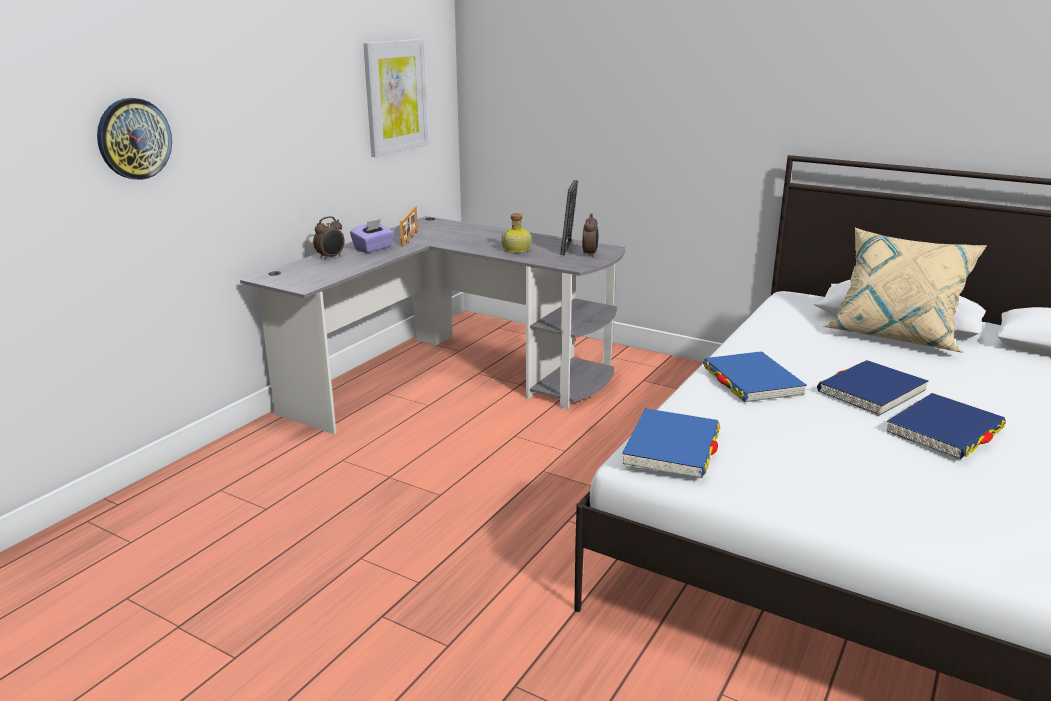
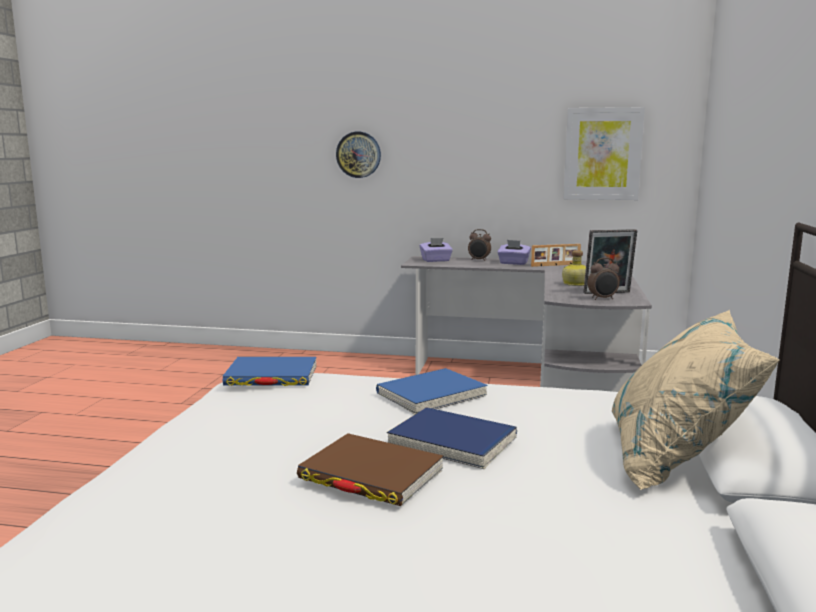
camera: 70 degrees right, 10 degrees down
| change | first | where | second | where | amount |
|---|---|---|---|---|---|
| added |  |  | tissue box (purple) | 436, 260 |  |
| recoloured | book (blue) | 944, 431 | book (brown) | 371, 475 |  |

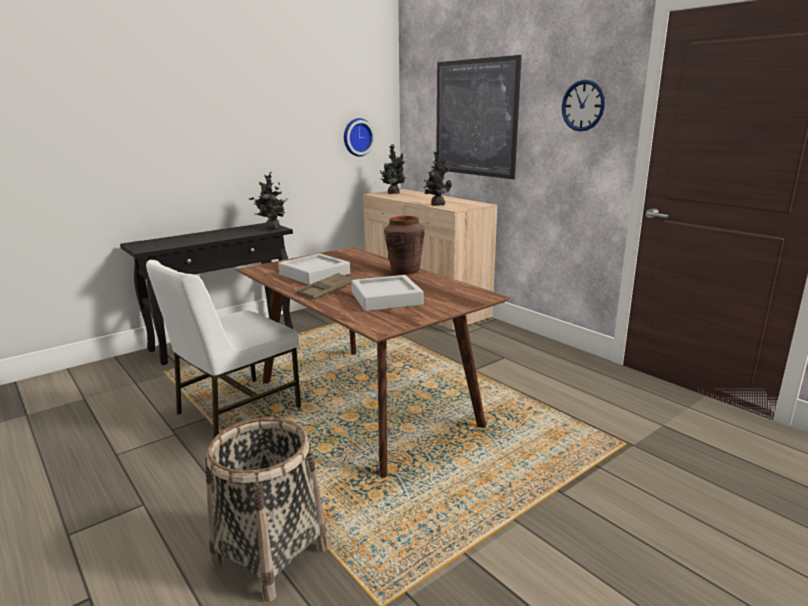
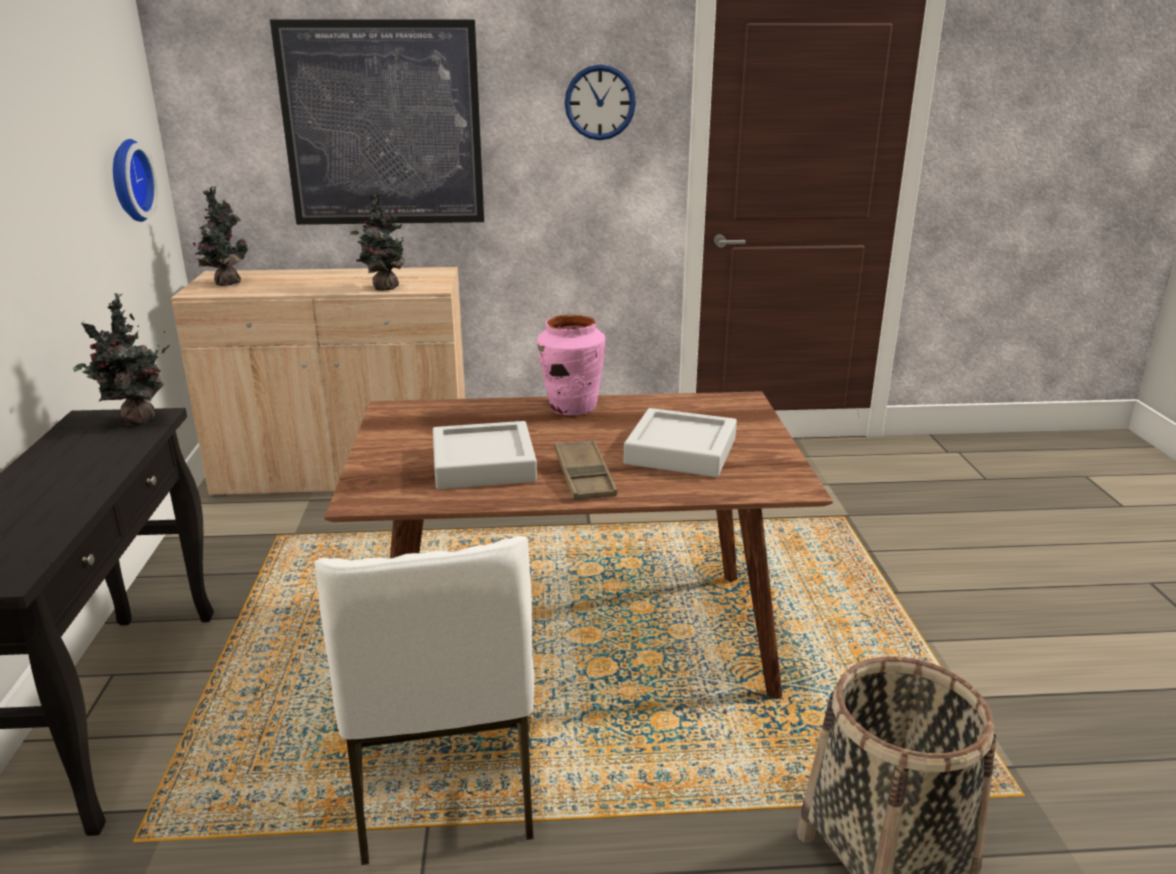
camera: 55 degrees left, 5 degrees up
| change | first | where | second | where | amount |
|---|---|---|---|---|---|
| recoloured | vase (brown) | 404, 271 | vase (pink) | 572, 407 |  |

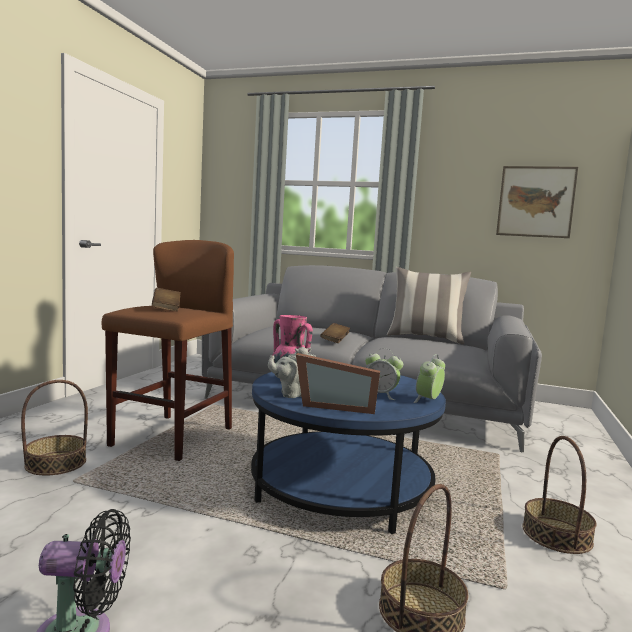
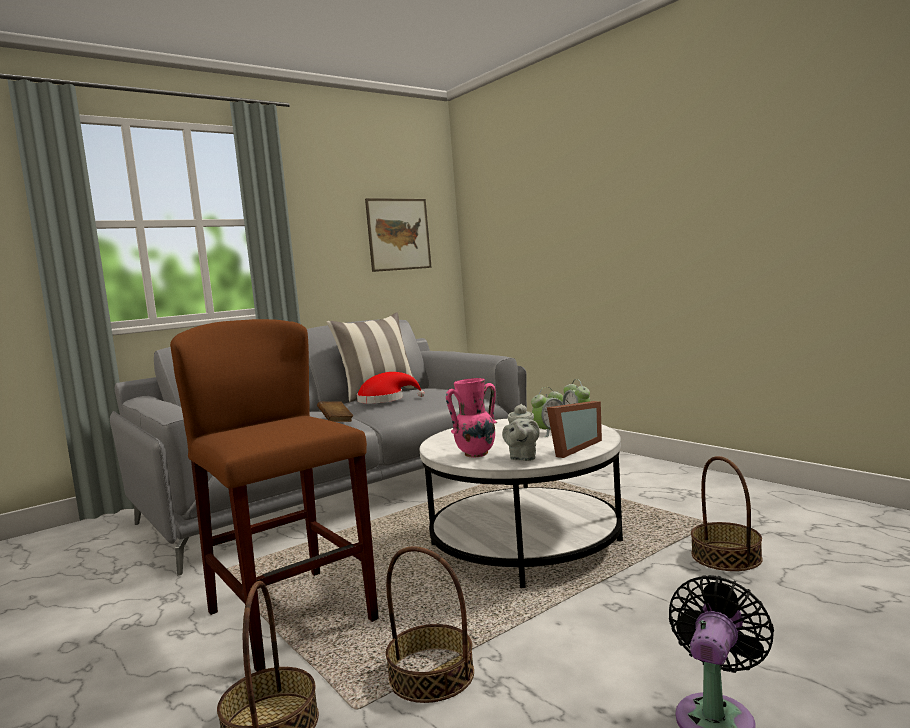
camera: 55 degrees left, 0 degrees up
| change | first | where | second | where | amount |
|---|---|---|---|---|---|
| removed | book (brown) | 166, 309 |  |  |  |
| added |  |  | hat (red) | 385, 400 |  |
| moved | basket | 556, 535 |  | 431, 675 |  |
| recoloured | coffee table (blue) | 341, 487 | coffee table (white) | 525, 543 |  |

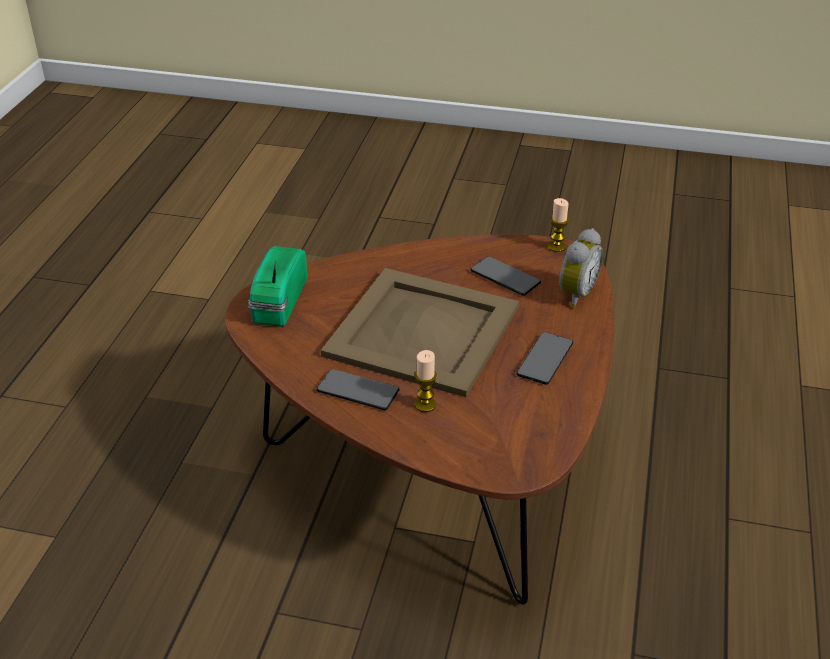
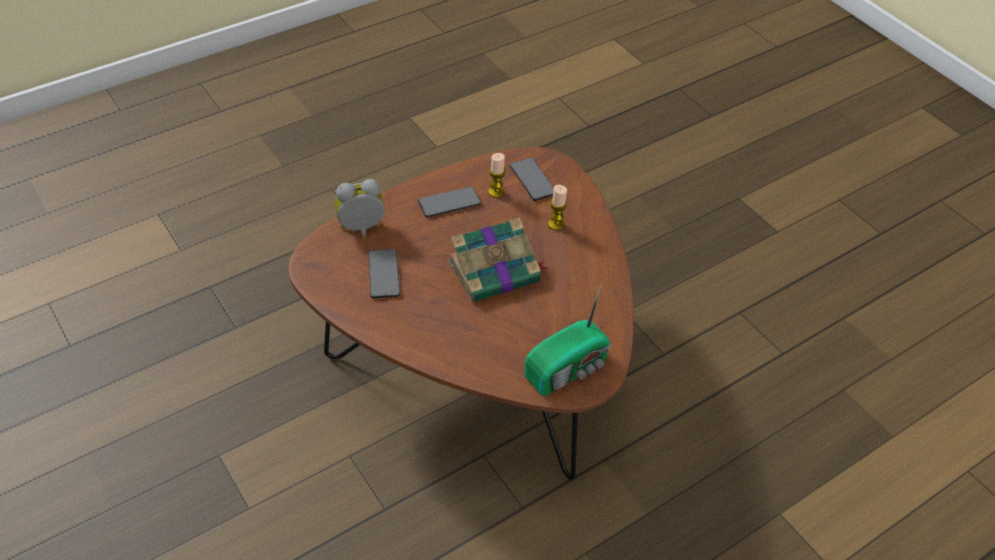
camera: 140 degrees left, 10 degrees up
| change | first | where | second | where | amount |
|---|---|---|---|---|---|
| moved | phone | 358, 391 |  | 532, 180 |  |
| moved | candle | 556, 247 |  | 496, 192 |  |
| replaced | tray (beige) | 423, 332 | book | 496, 271 |  |

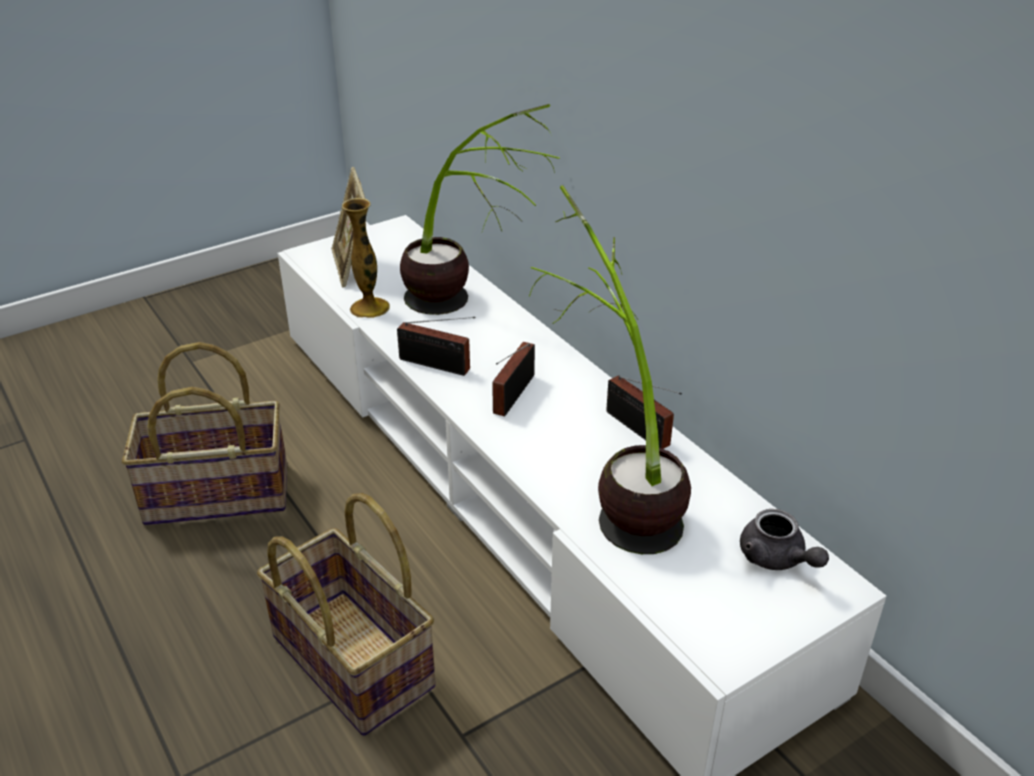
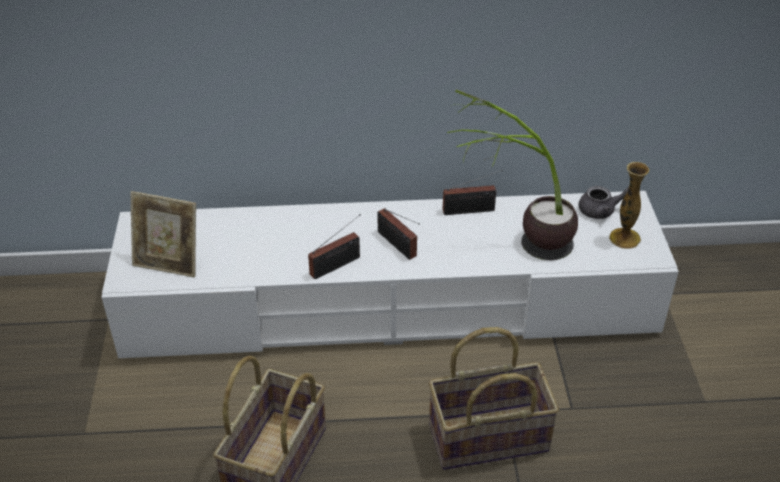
camera: 60 degrees left, 5 degrees up
| change | first | where | second | where | amount |
|---|---|---|---|---|---|
| removed | potted plant | 468, 309 |  |  |  |
| moved | vase | 370, 308 |  | 624, 238 |  |

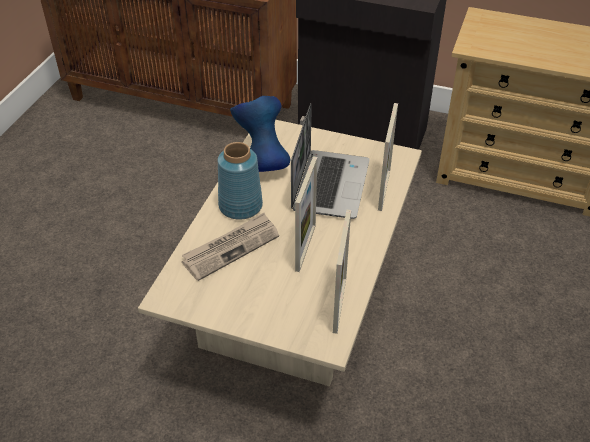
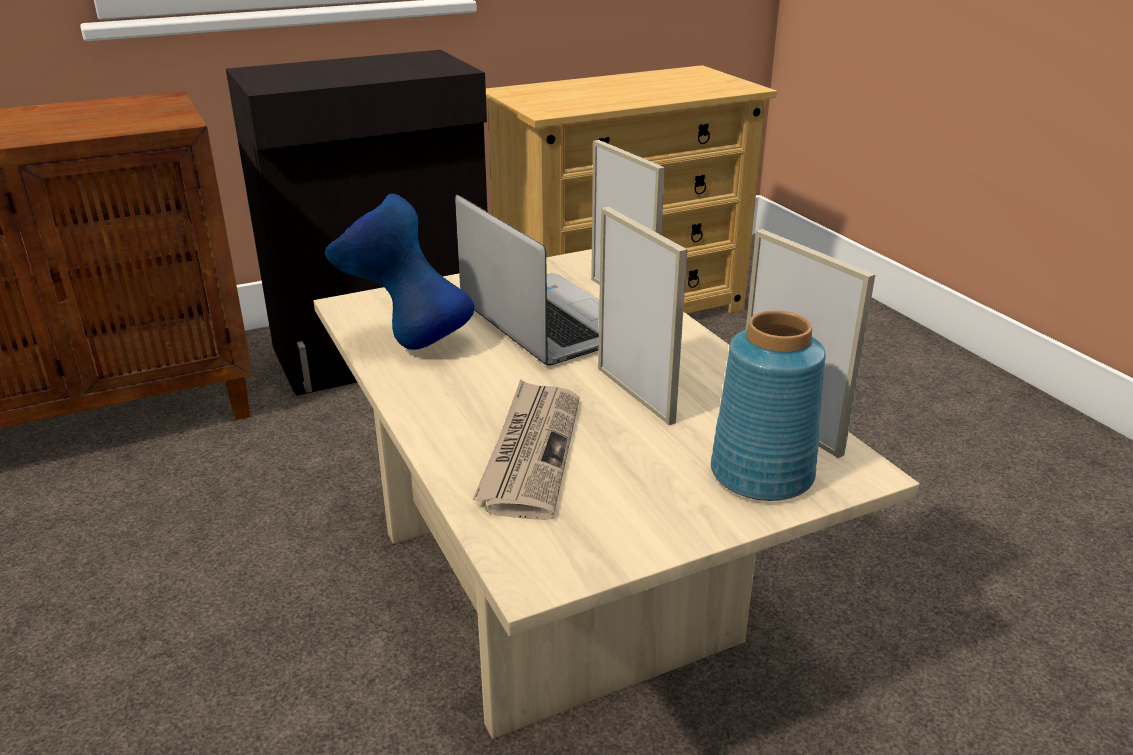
camera: 45 degrees left, 15 degrees down
| change | first | where | second | where | amount |
|---|---|---|---|---|---|
| moved | vase (blue) | 241, 206 |  | 762, 473 |  |

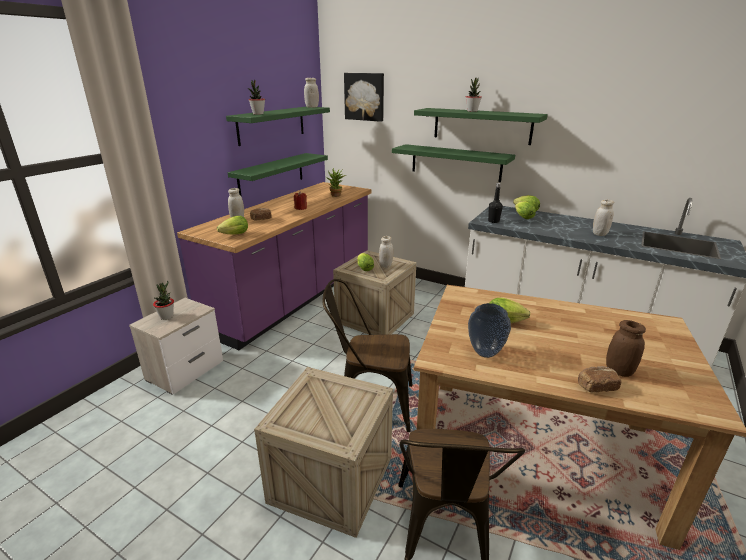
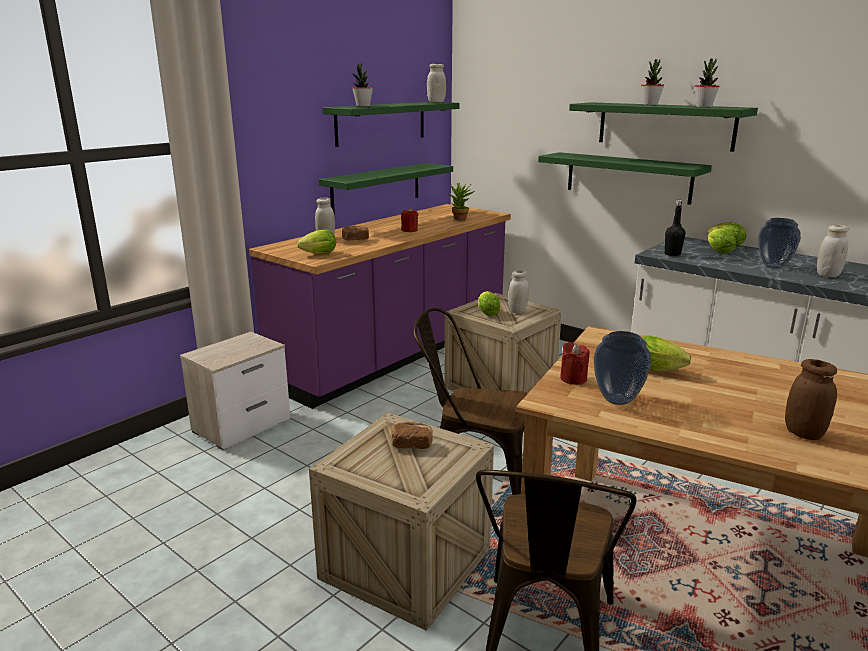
camera: 10 degrees right, 5 degrees down
| change | first | where | second | where | amount |
|---|---|---|---|---|---|
| removed | picture | 364, 97 |  |  |  |
| added |  |  | candle (red) | 573, 379 |  |
| added |  |  | vase | 773, 266 |  |
| moved | potted plant | 166, 316 |  | 704, 107 |  |
| moved | bread | 596, 386 |  | 411, 445 |  |

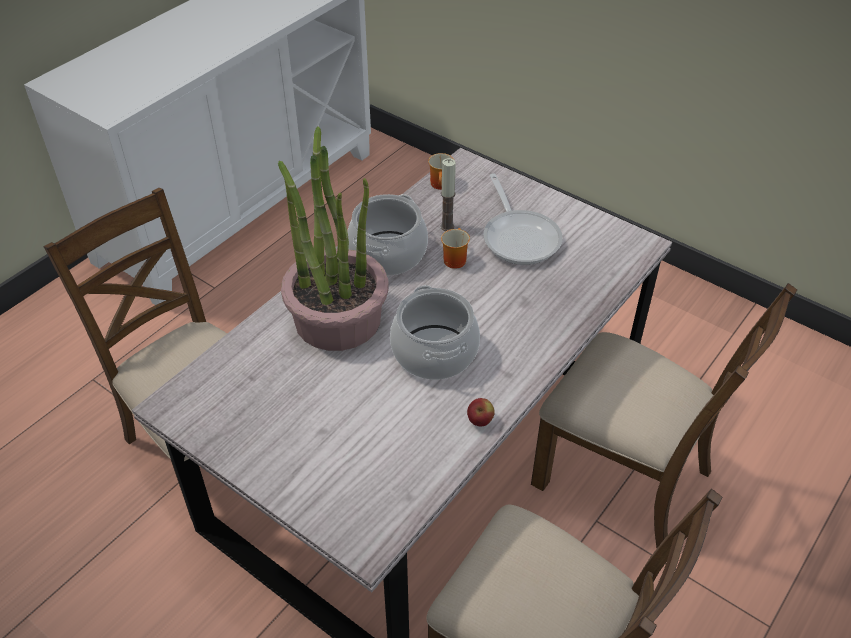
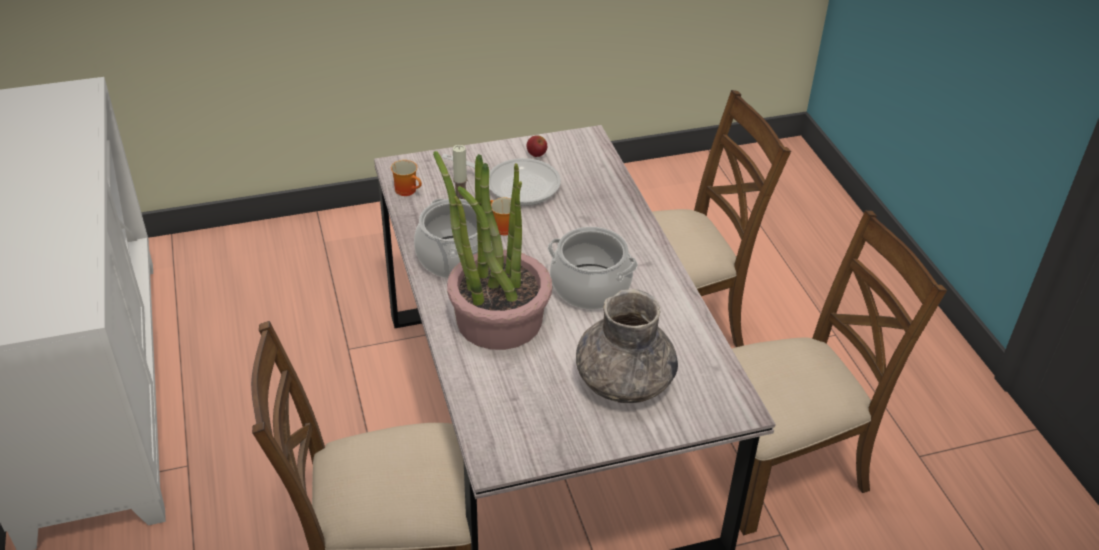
camera: 55 degrees left, 5 degrees down
| change | first | where | second | where | amount |
|---|---|---|---|---|---|
| added |  |  | vase (grey) | 624, 382 |  |
| moved | apple | 480, 421 |  | 536, 155 |  |

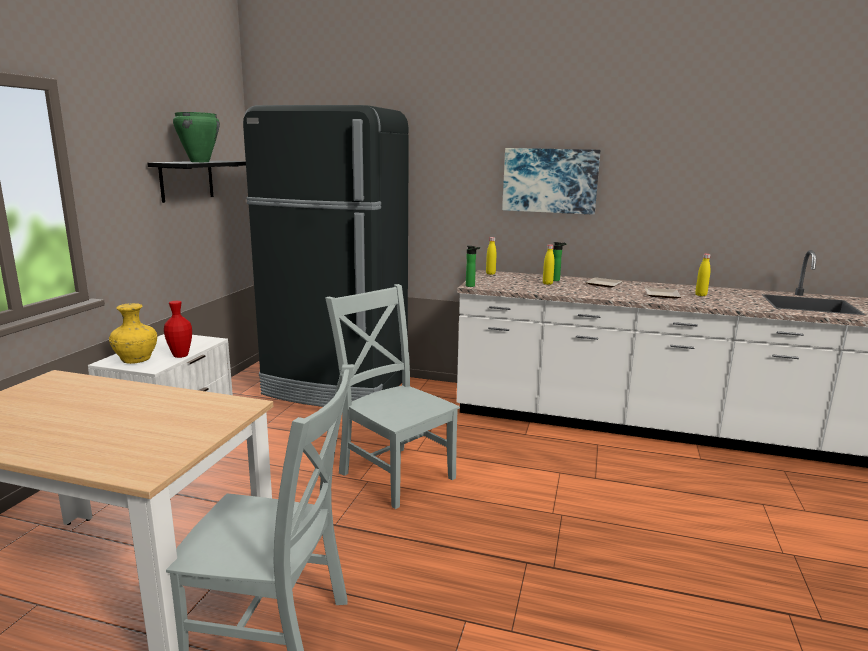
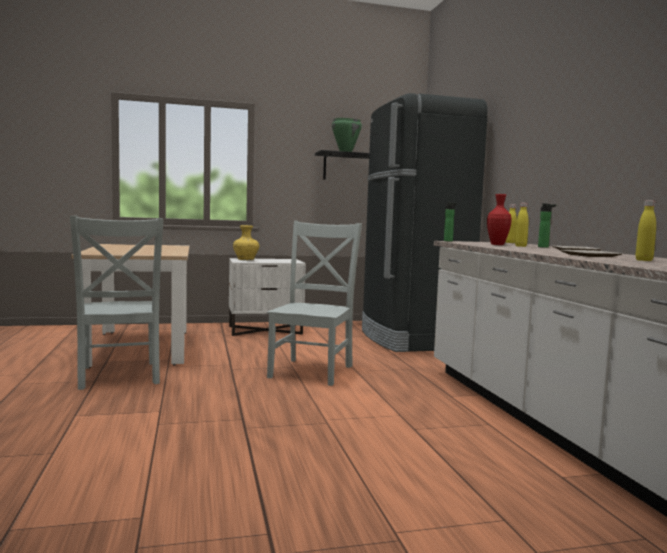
camera: 60 degrees right, 10 degrees down
| change | first | where | second | where | amount |
|---|---|---|---|---|---|
| removed | picture | 550, 180 |  |  |  |
| moved | vase (red) | 180, 355 |  | 497, 244 |  |

